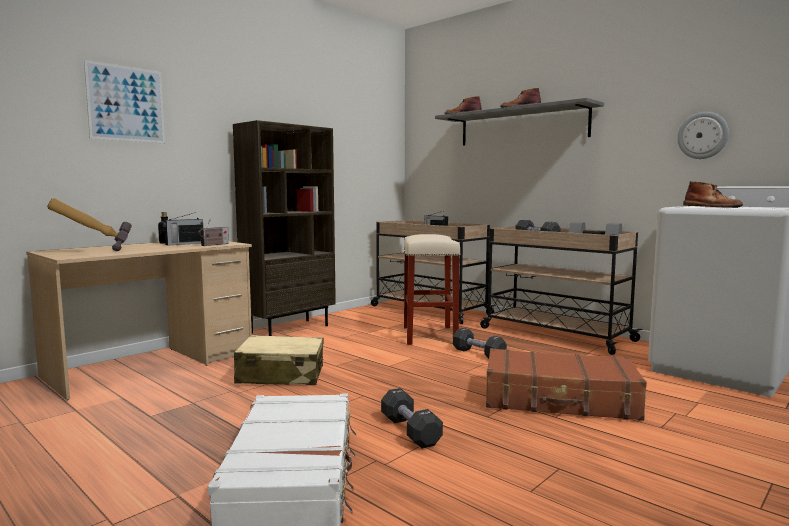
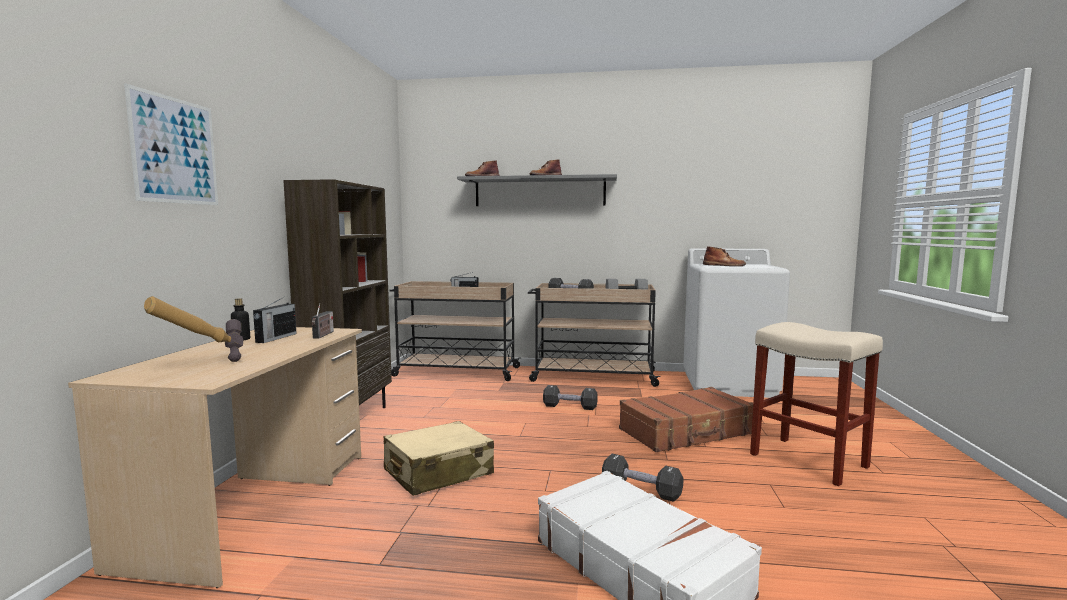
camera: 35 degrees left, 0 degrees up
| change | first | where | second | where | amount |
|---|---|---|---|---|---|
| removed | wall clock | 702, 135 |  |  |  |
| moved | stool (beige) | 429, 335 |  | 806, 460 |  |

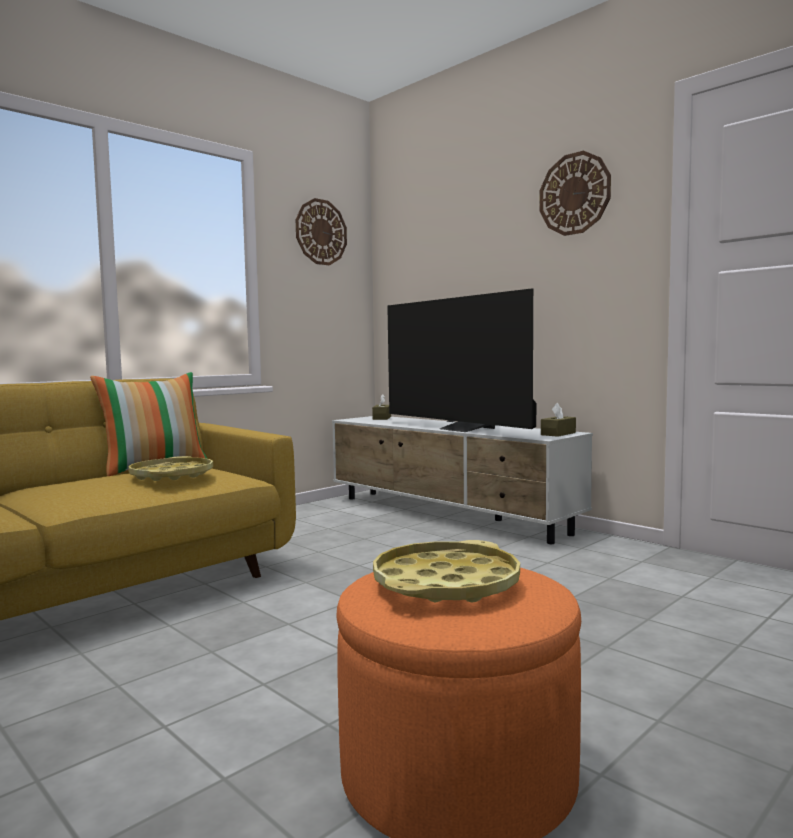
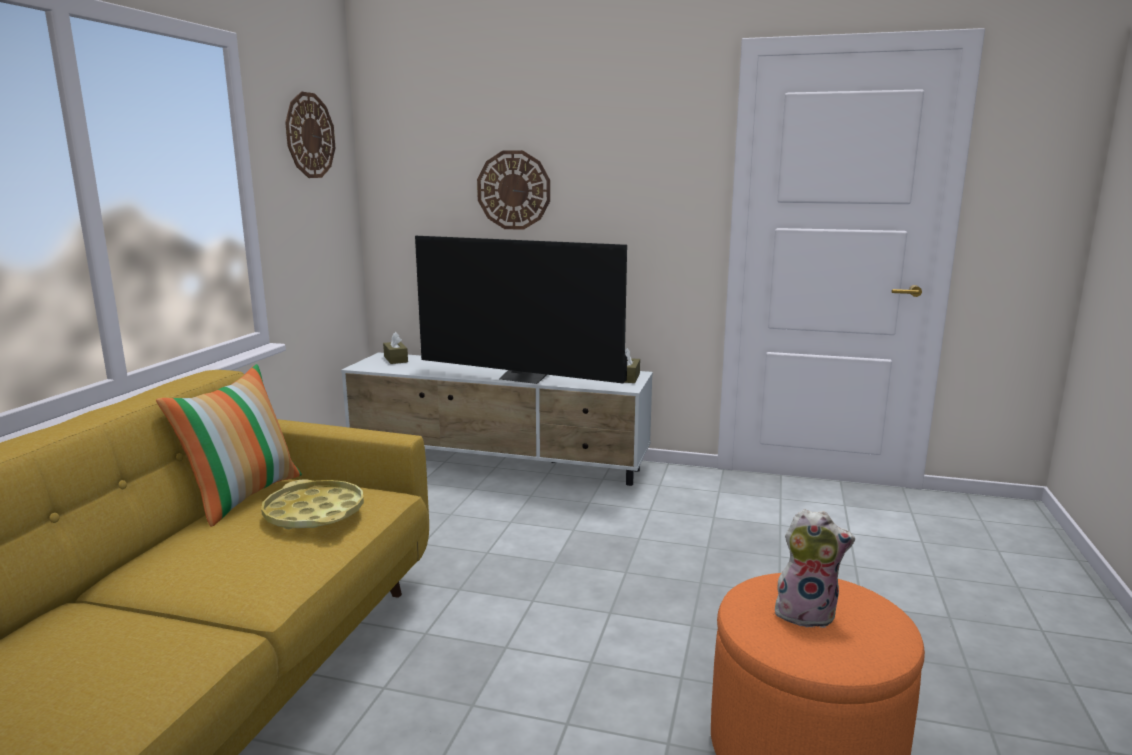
camera: 30 degrees left, 10 degrees up
| change | first | where | second | where | amount |
|---|---|---|---|---|---|
| moved | wall clock | 574, 194 |  | 514, 190 |  |
| replaced | tray (yellow) | 445, 584 | plush toy | 806, 613 |  |

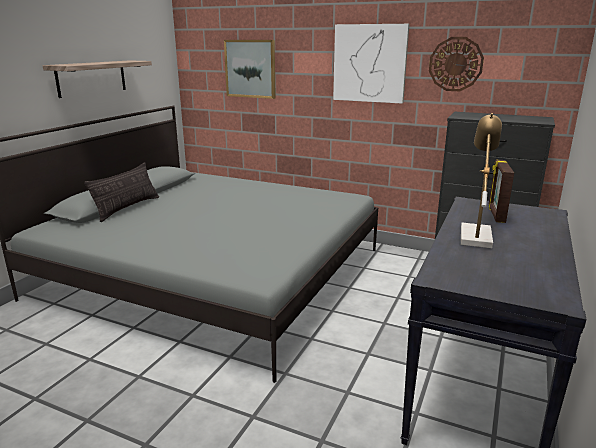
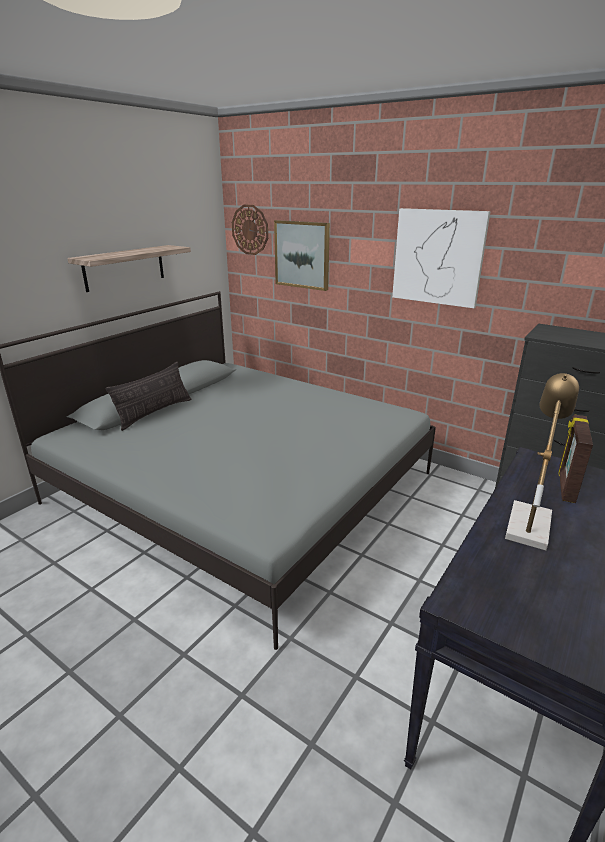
camera: 10 degrees right, 5 degrees up
| change | first | where | second | where | amount |
|---|---|---|---|---|---|
| moved | wall clock | 455, 64 |  | 250, 230 |  |

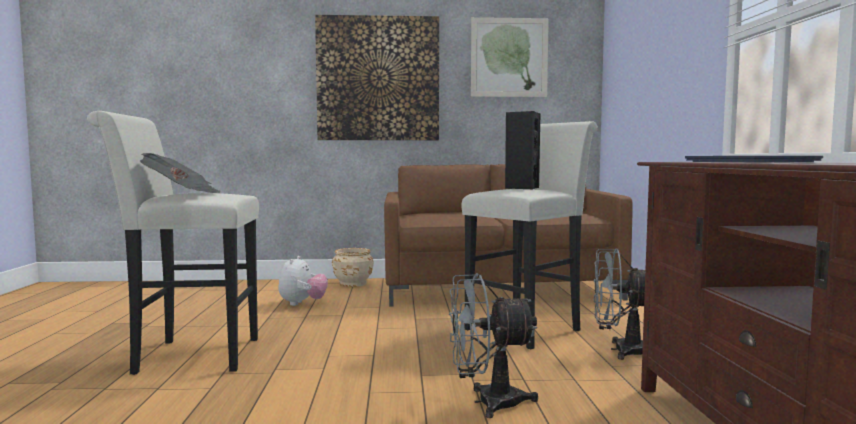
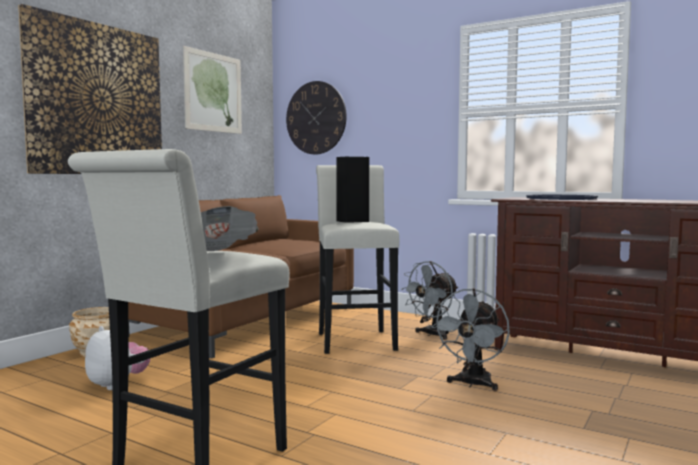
camera: 55 degrees left, 0 degrees up
| change | first | where | second | where | amount |
|---|---|---|---|---|---|
| added |  |  | wall clock | 316, 118 |  |

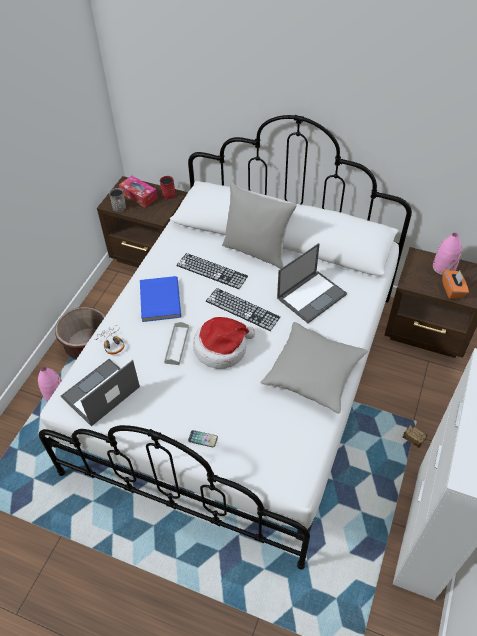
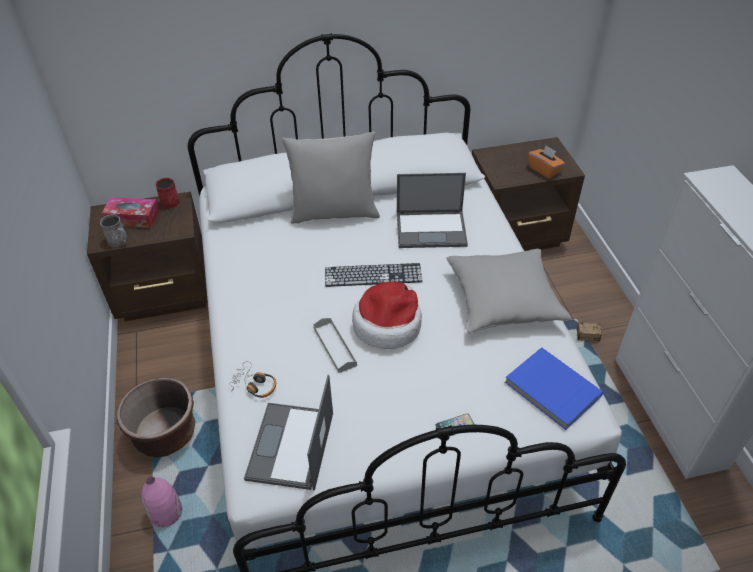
camera: 35 degrees left, 5 degrees down
| change | first | where | second | where | amount |
|---|---|---|---|---|---|
| removed | keyboard | 212, 271 |  |  |  |
| removed | vase (pink) | 443, 267 |  |  |  |
| moved | book (blue) | 159, 300 |  | 551, 390 |  |
| turned | laptop | 312, 296 |  | 432, 229 | 75 degrees clockwise |

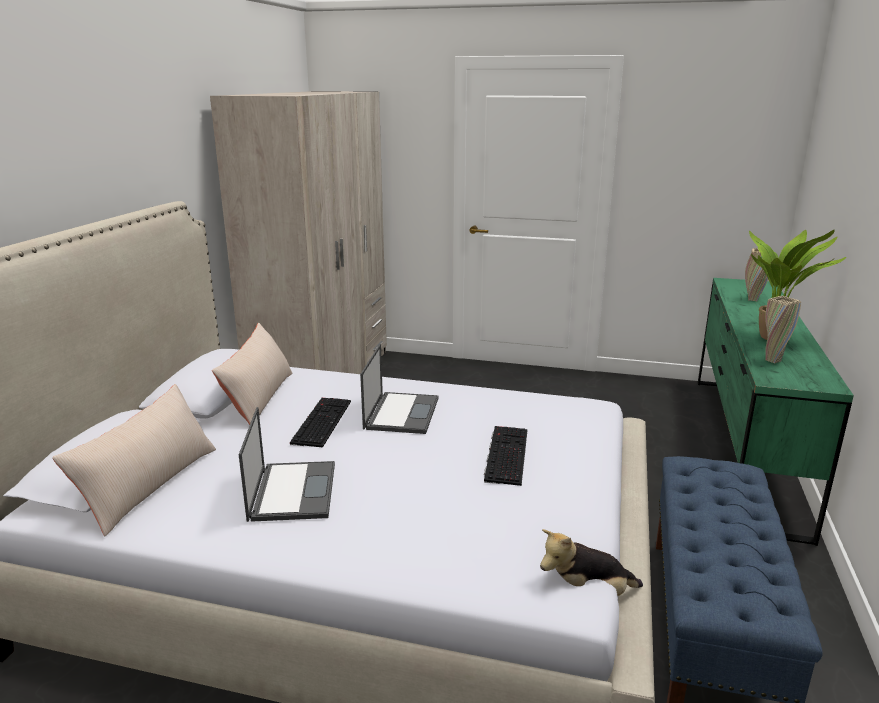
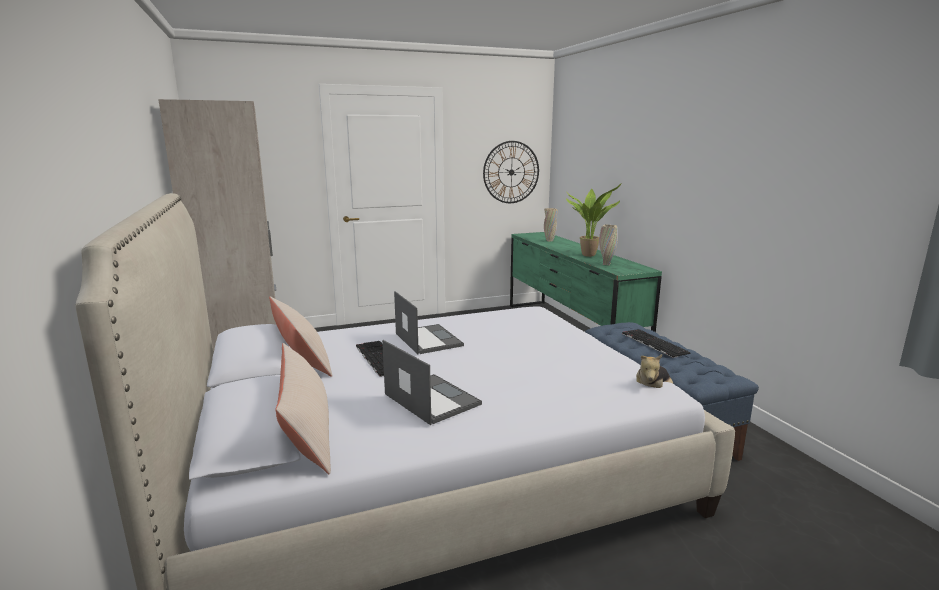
camera: 35 degrees left, 5 degrees down
| change | first | where | second | where | amount |
|---|---|---|---|---|---|
| added |  |  | wall clock | 511, 172 |  |
| moved | keyboard | 505, 454 |  | 653, 343 |  |

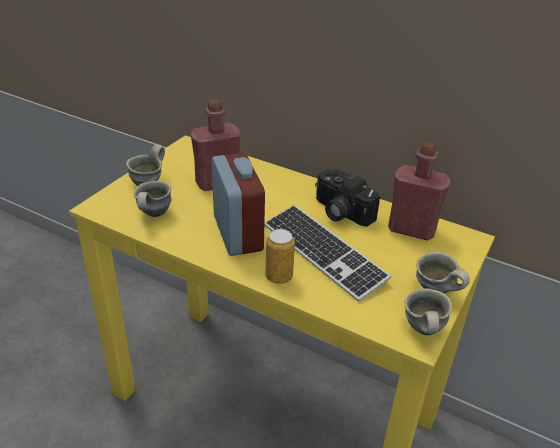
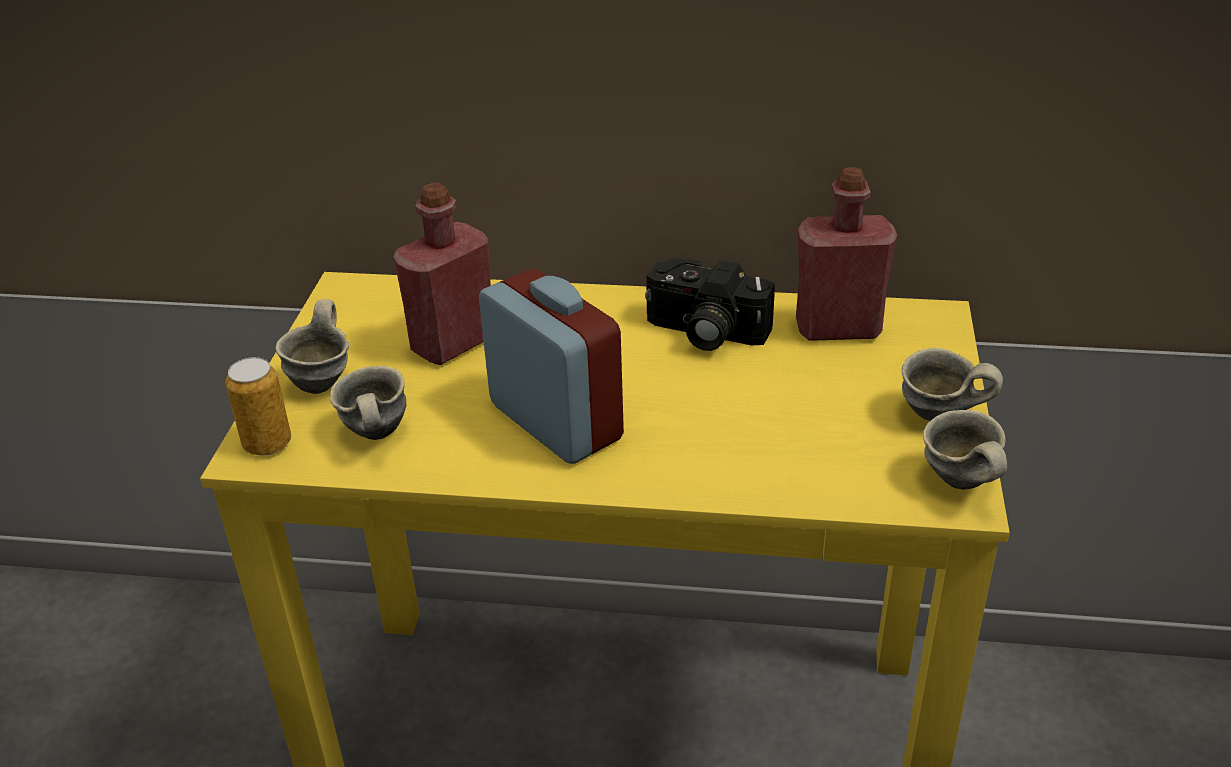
camera: 20 degrees left, 0 degrees up
| change | first | where | second | where | amount |
|---|---|---|---|---|---|
| removed | keyboard | 323, 253 |  |  |  |
| moved | can | 279, 277 |  | 267, 444 |  |

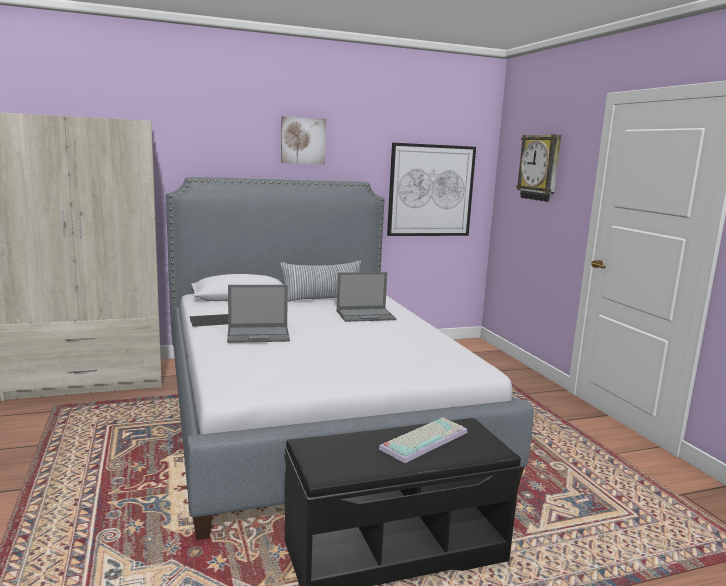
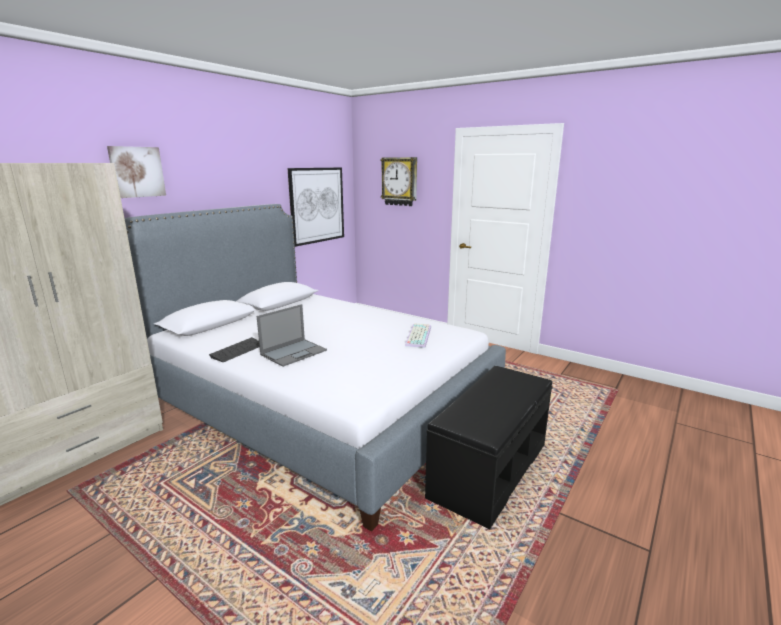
camera: 35 degrees left, 5 degrees up
| change | first | where | second | where | amount |
|---|---|---|---|---|---|
| removed | pillow | 322, 299 |  |  |  |
| removed | laptop | 366, 315 |  |  |  |
| moved | picture | 303, 140 |  | 137, 172 |  |
| moved | keyboard | 424, 439 |  | 417, 335 |  |

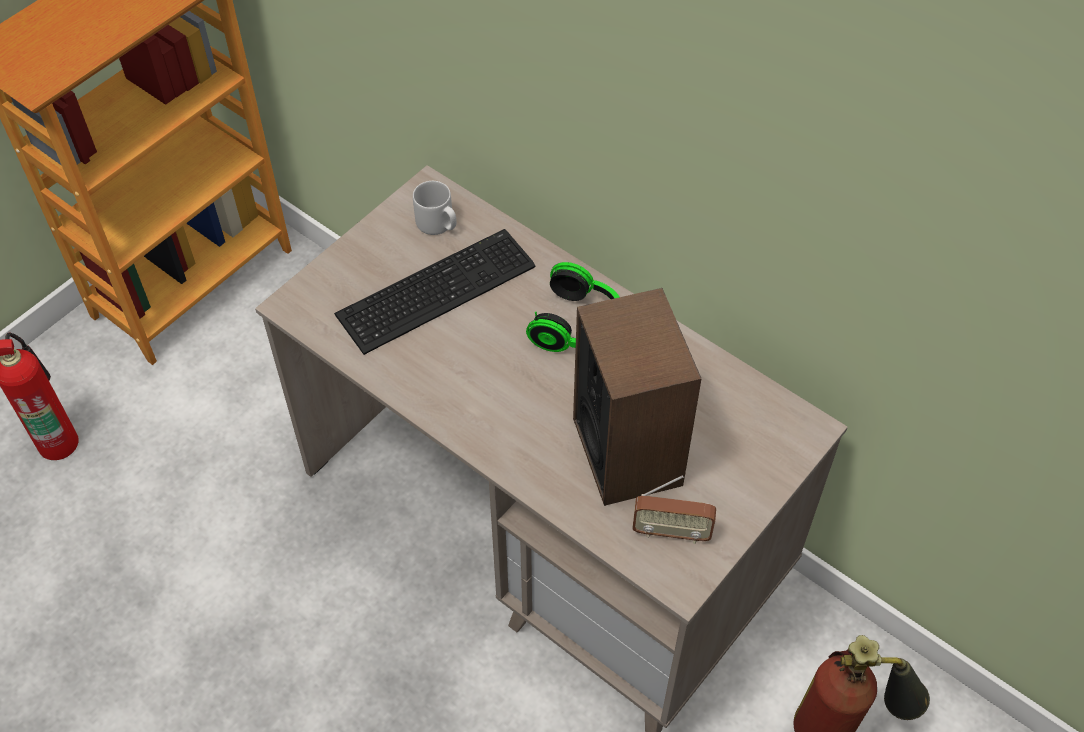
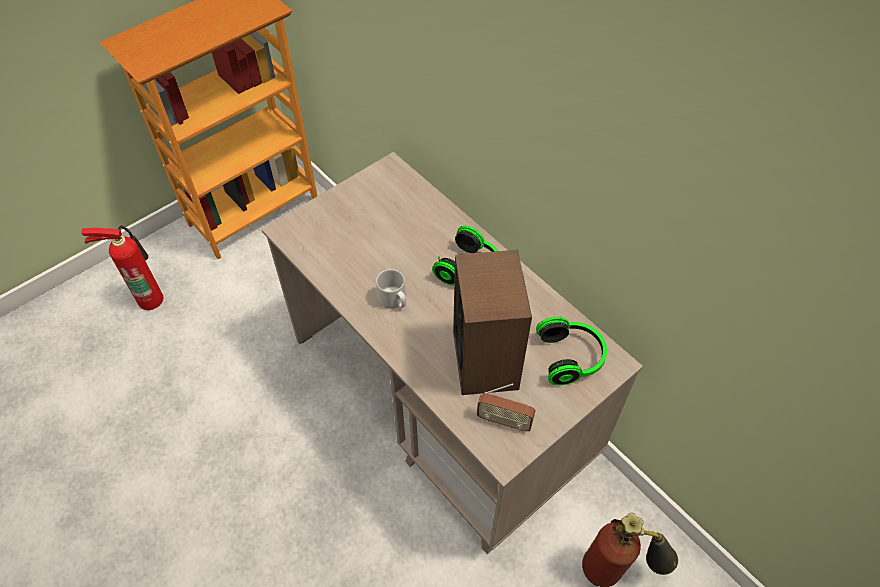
camera: 10 degrees right, 0 degrees up
| change | first | where | second | where | amount |
|---|---|---|---|---|---|
| removed | keyboard | 432, 289 |  |  |  |
| added |  |  | headphones | 571, 357 |  |
| moved | mug (grey) | 438, 224 |  | 394, 300 |  |

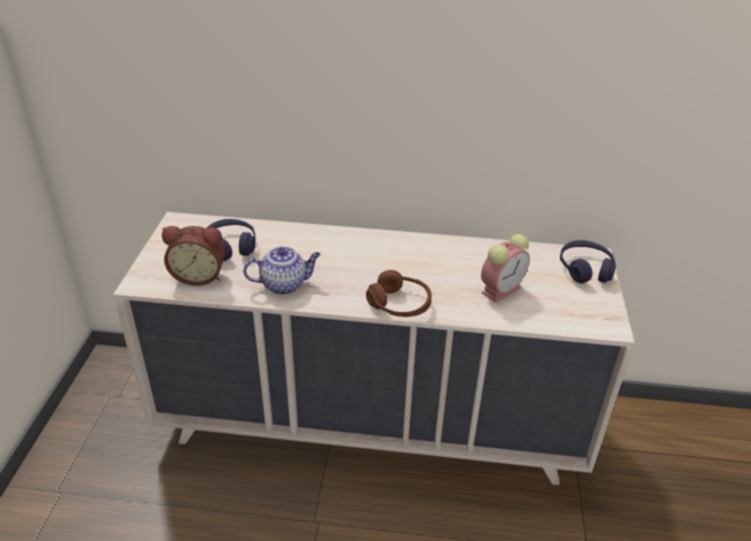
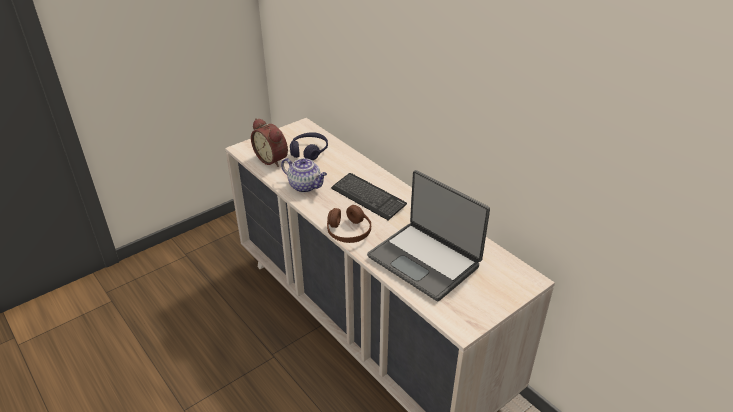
camera: 45 degrees right, 0 degrees up
| change | first | where | second | where | amount |
|---|---|---|---|---|---|
| removed | headphones (purple) | 585, 269 |  |  |  |
| added |  |  | keyboard | 368, 197 |  |
| replaced | alarm clock | 501, 289 | laptop | 425, 260 |  |

